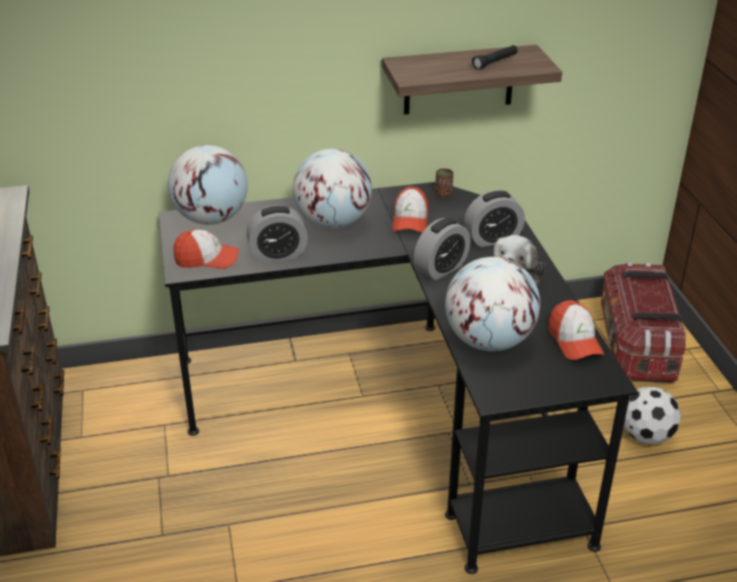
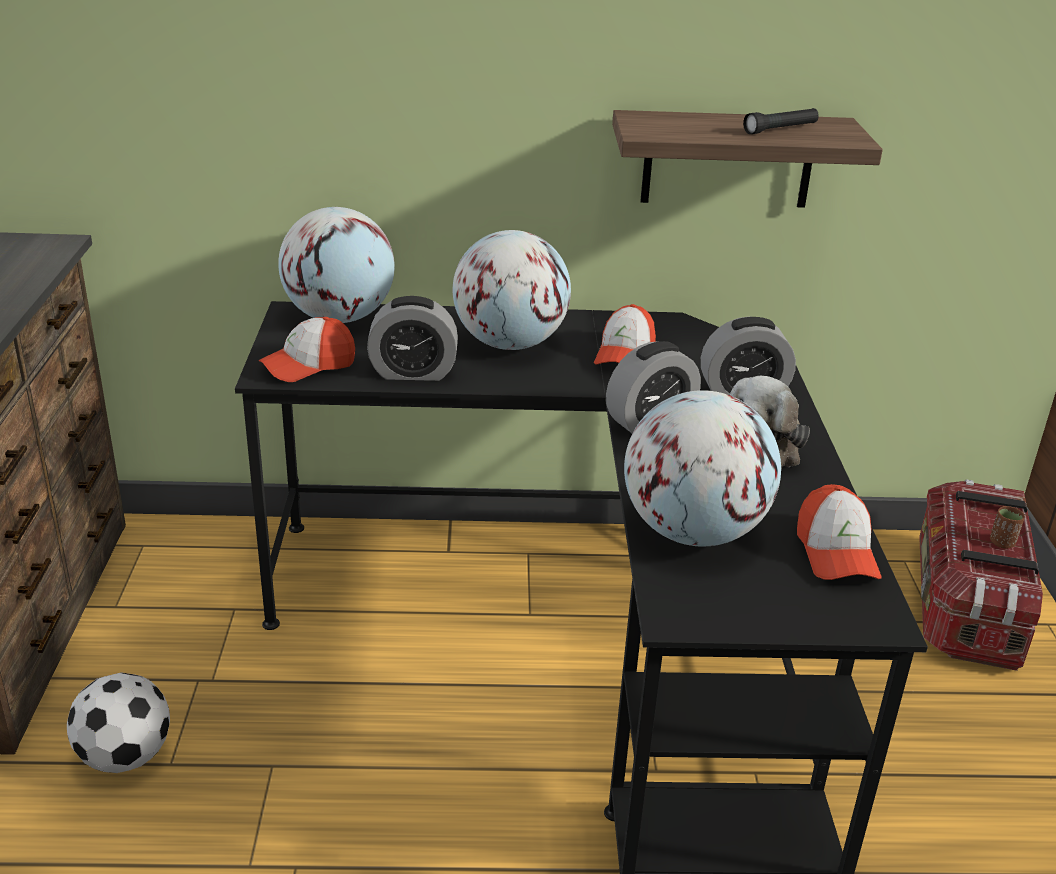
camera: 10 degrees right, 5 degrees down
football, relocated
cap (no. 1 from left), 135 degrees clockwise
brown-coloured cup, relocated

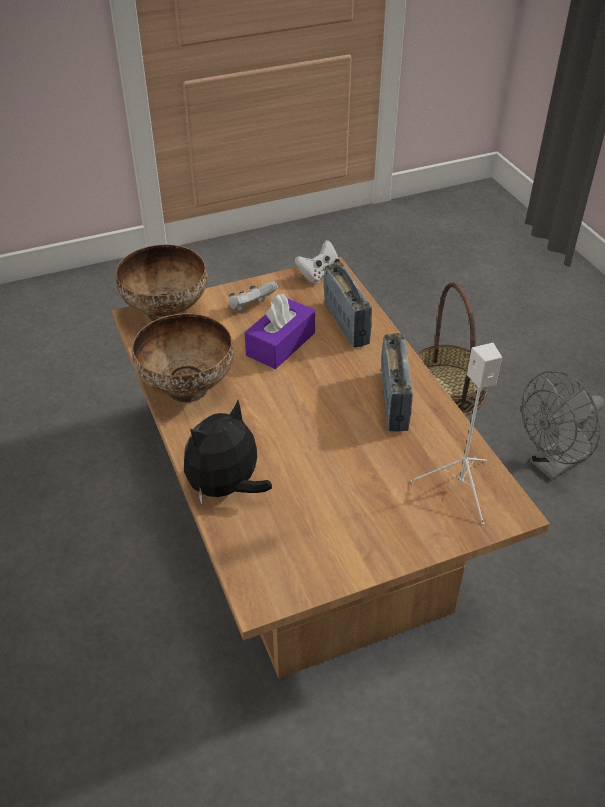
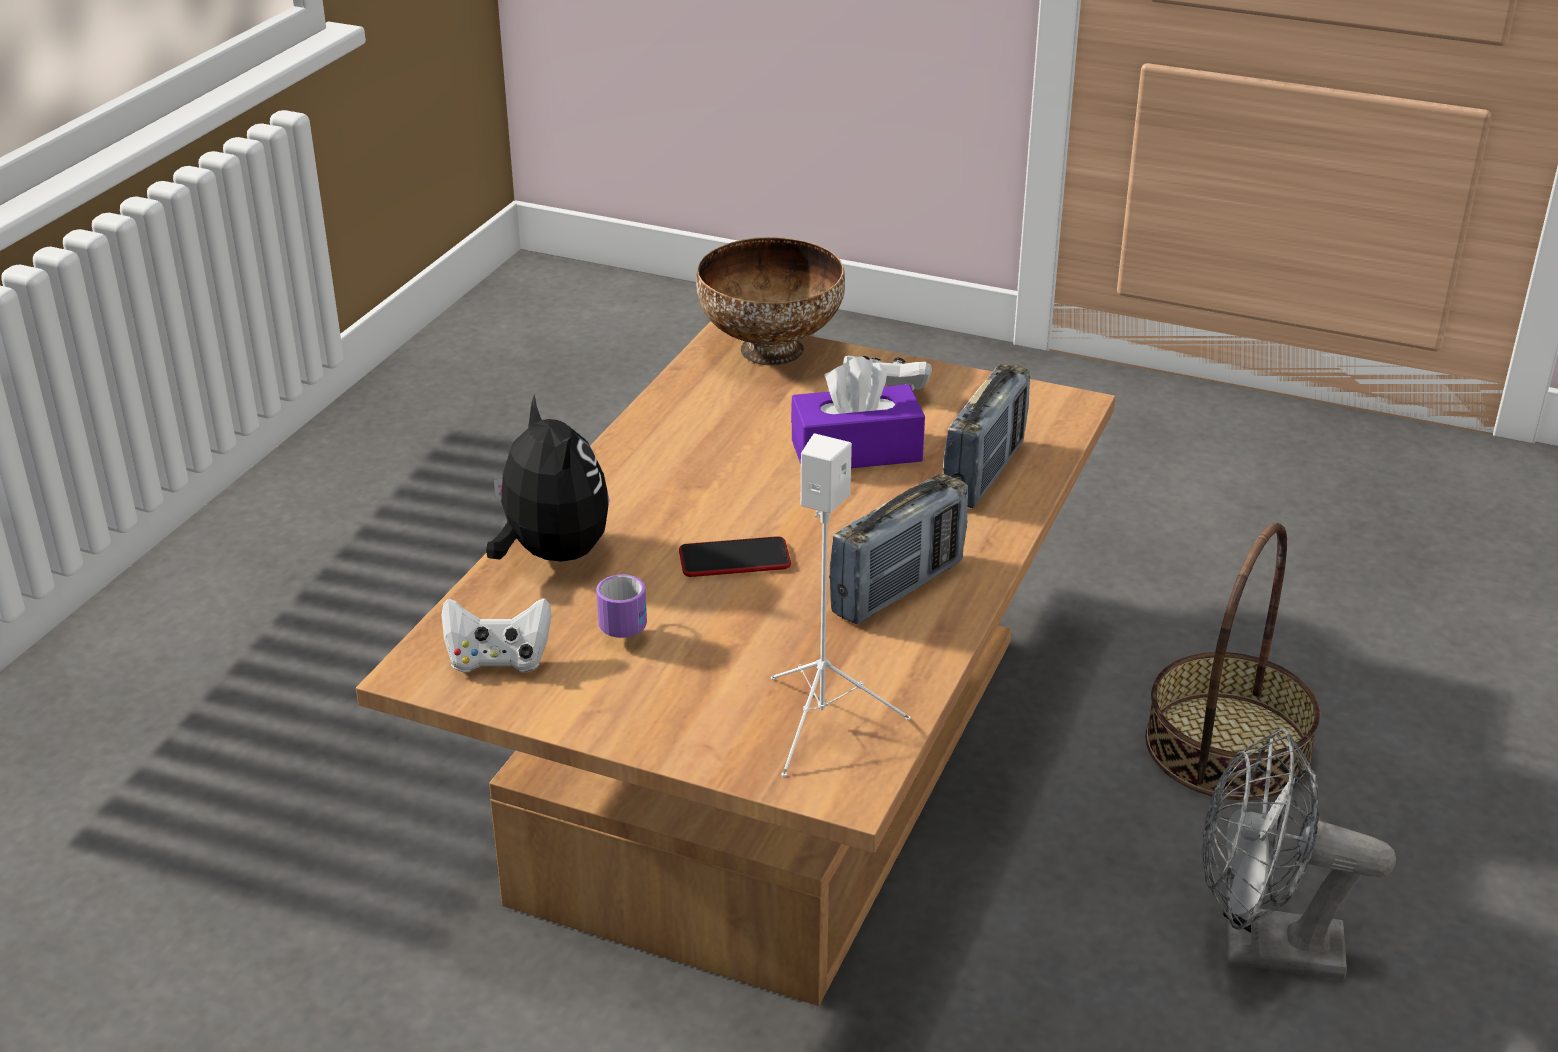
camera: 45 degrees right, 10 degrees down
white-coloured game controller (no. 2 from left in the first image) -> white-coloured game controller (no. 1 from left), relocated
plush toy, 60 degrees clockwise
none -> tea mug
none -> telephone
bowl (no. 2 from left) -> none

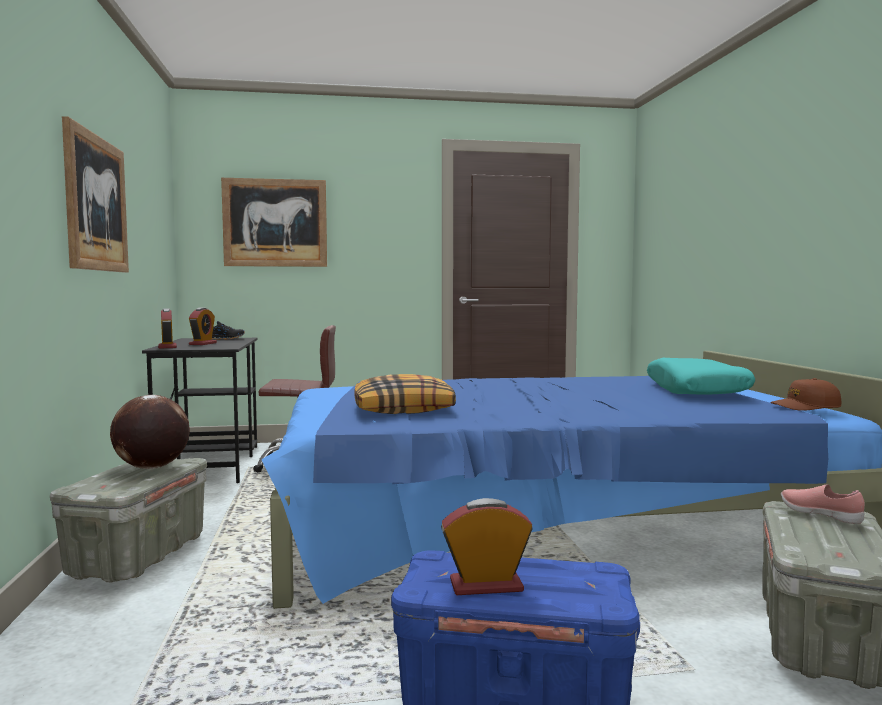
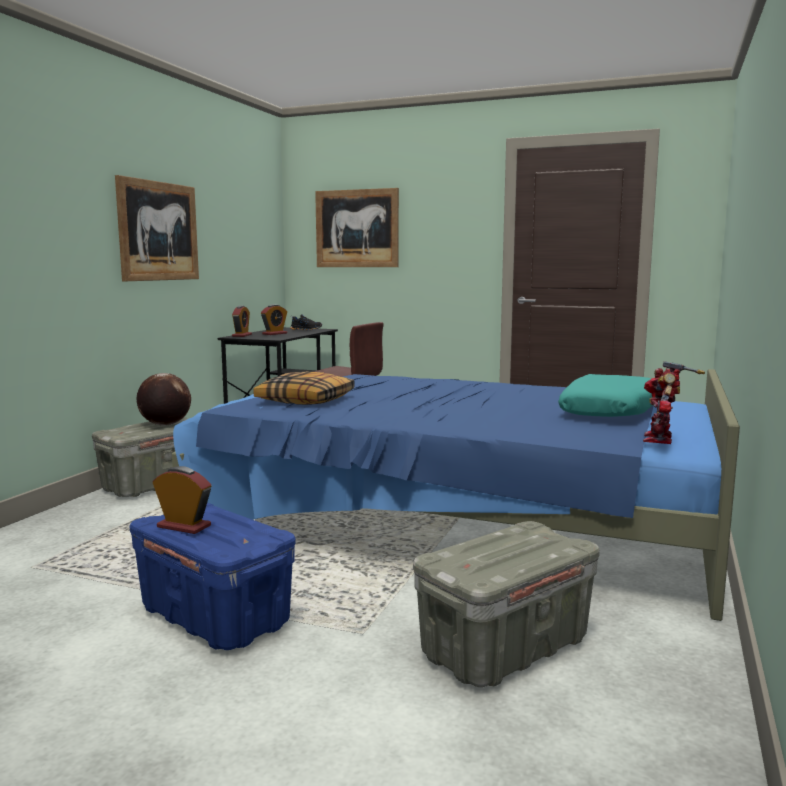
camera: 30 degrees right, 5 degrees up
brown-coloured cap -> model robot
pink low shoe -> none

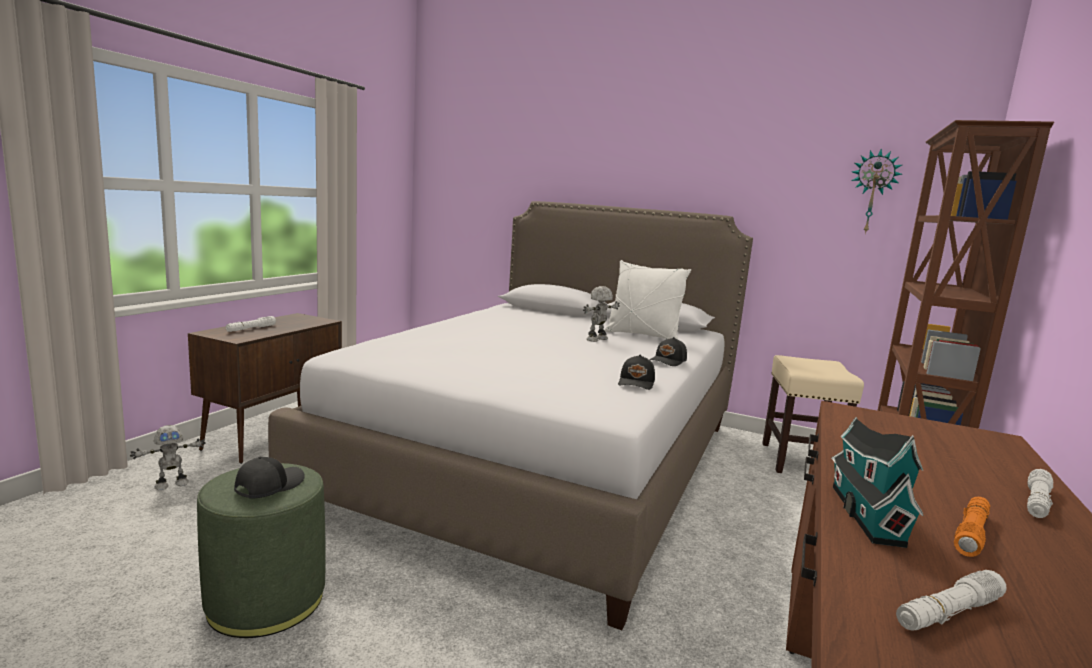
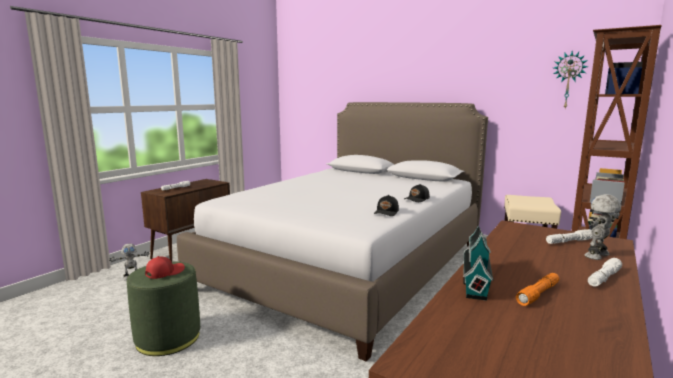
camera: 10 degrees right, 0 degrees up
black-coloured cap (no. 1 from left) -> red cap
white-coloured flashlight (no. 2 from left), relocated
model robot (no. 2 from left), relocated
white-coloured throw pillow -> none

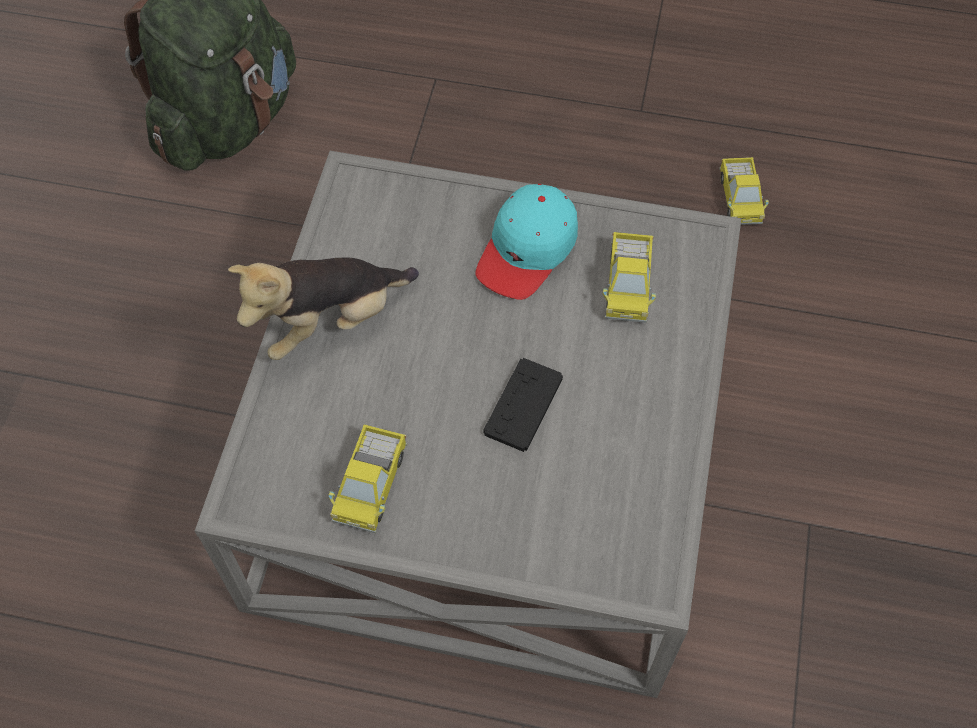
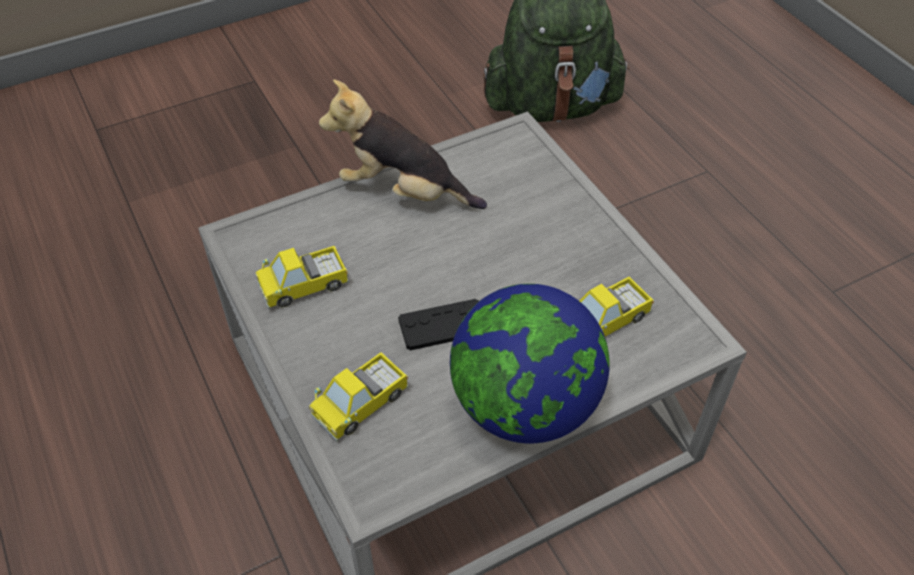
camera: 50 degrees right, 10 degrees down
toy lorry (no. 3 from left in the first image) -> toy lorry (no. 2 from left), relocated
none -> world globe
turquoise-coloured cap -> none

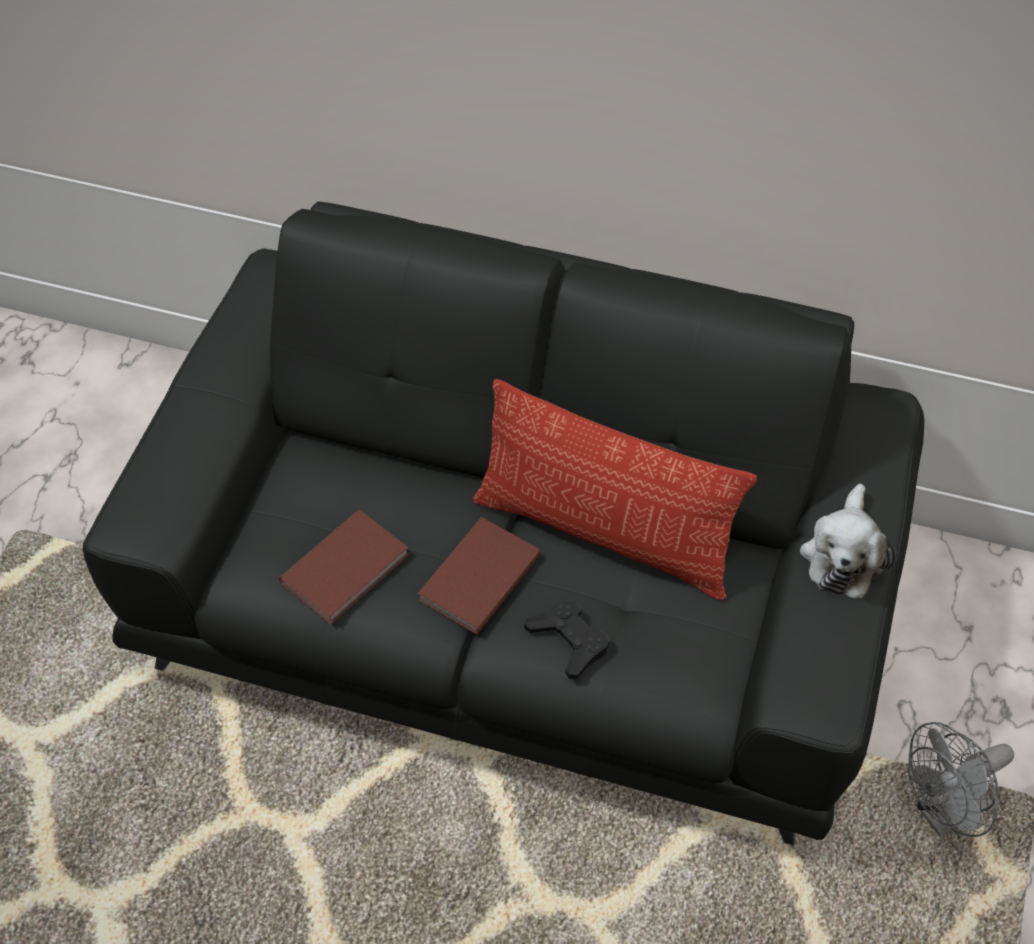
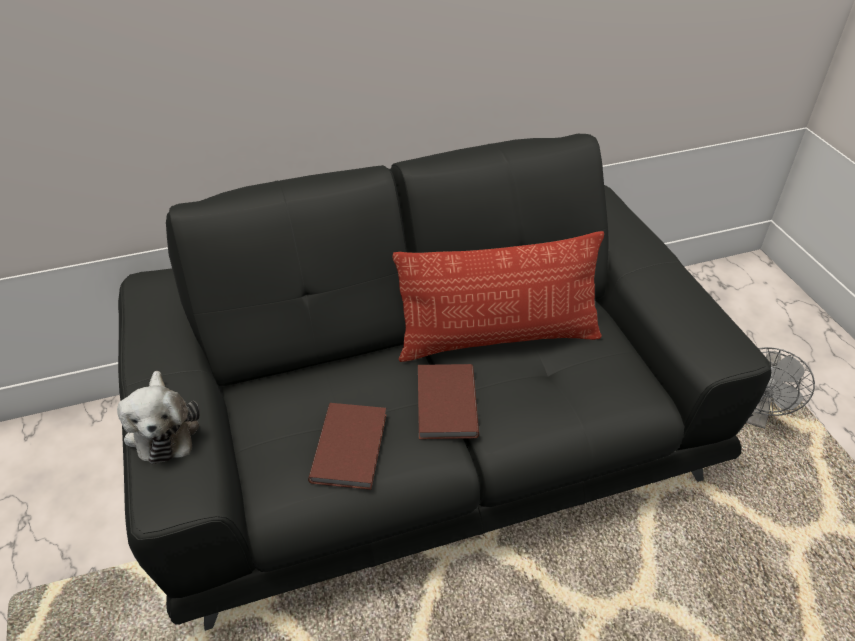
camera: 35 degrees left, 10 degrees down
plush toy, relocated
black-coloured game controller -> none

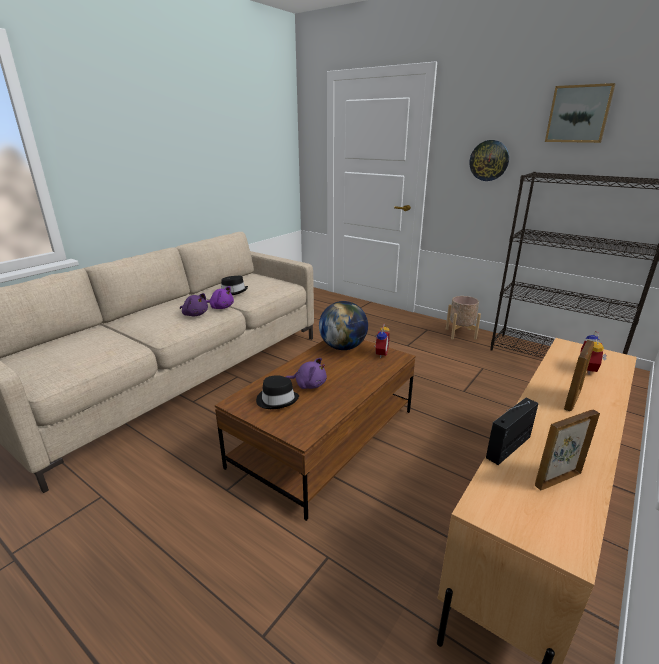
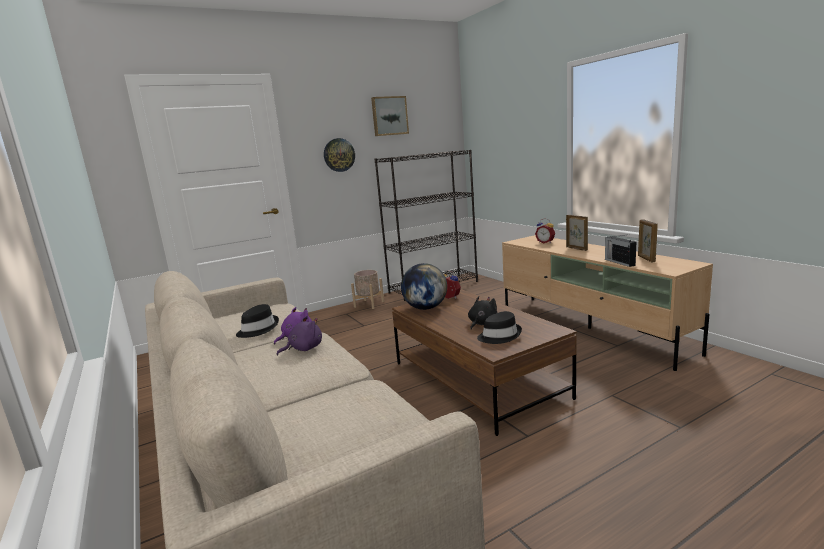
camera: 65 degrees left, 10 degrees down
purple-coloured plush toy (no. 3 from left) -> black-coloured plush toy

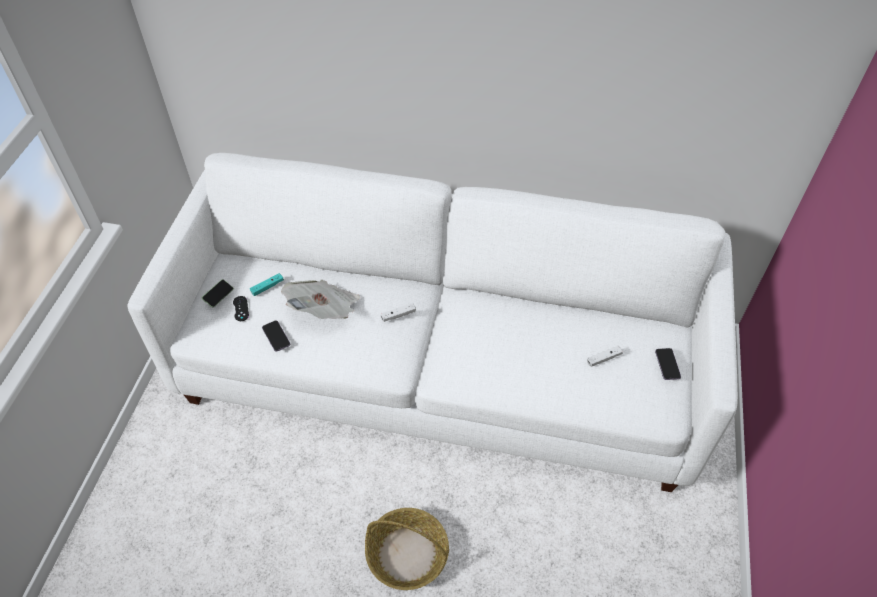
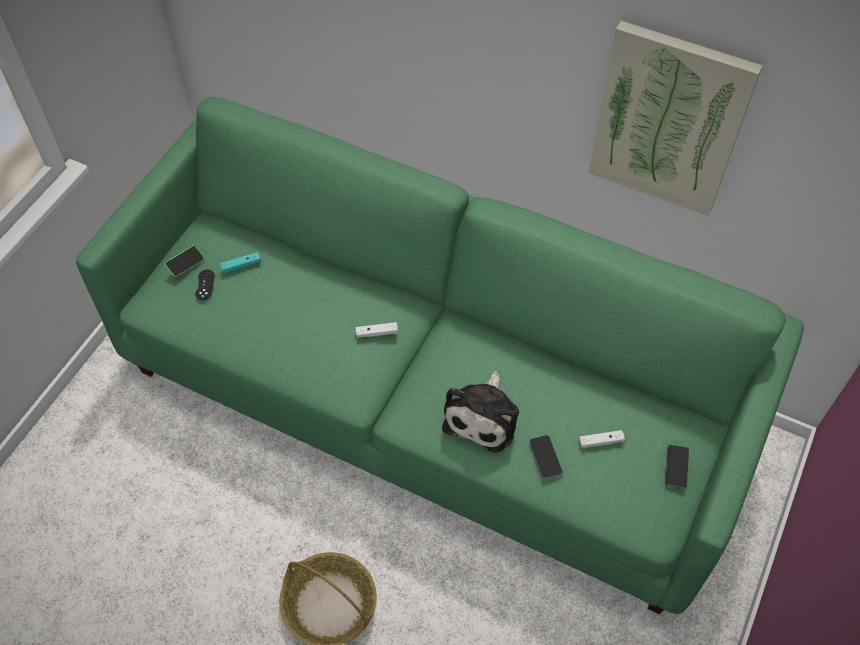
camera: 15 degrees right, 5 degrees up
white-coloured couch -> green-coloured couch
none -> plush toy
telephone (no. 2 from left), relocated
none -> picture
daily paper -> none

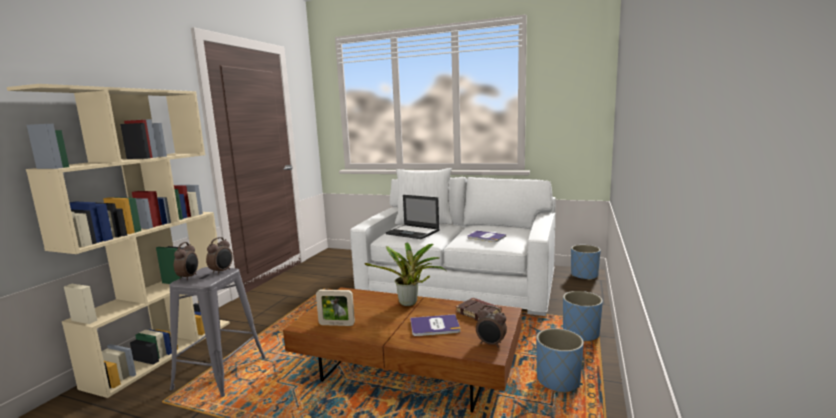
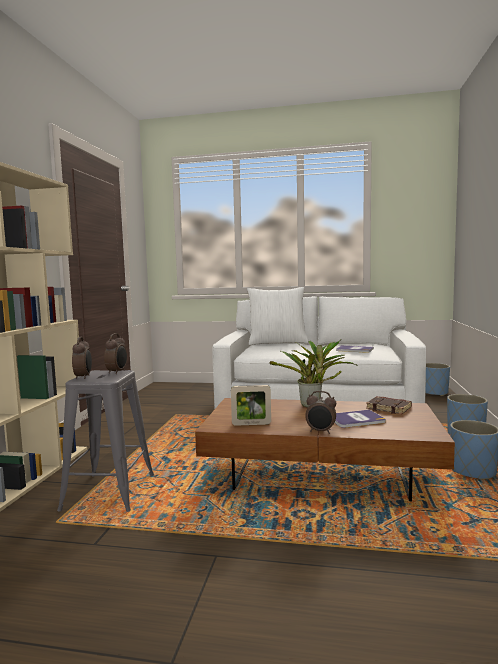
camera: 10 degrees left, 5 degrees down
table clock (no. 3 from left), relocated
portable computer -> none

